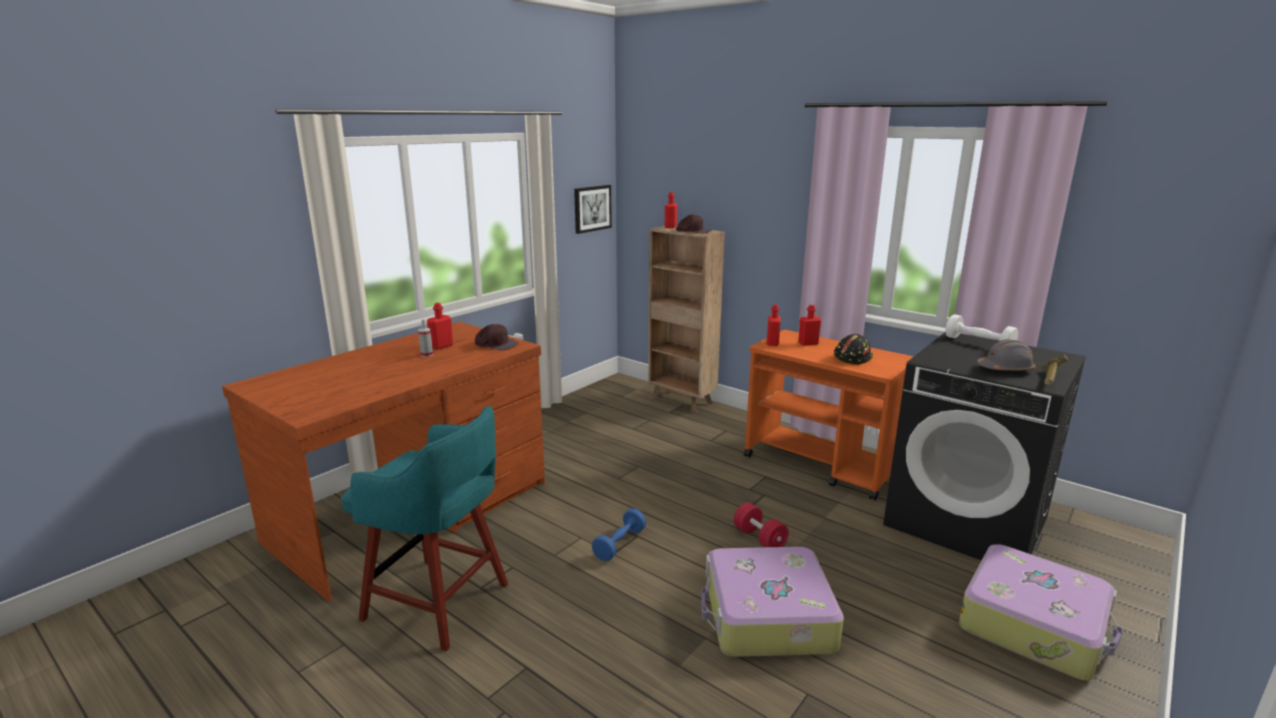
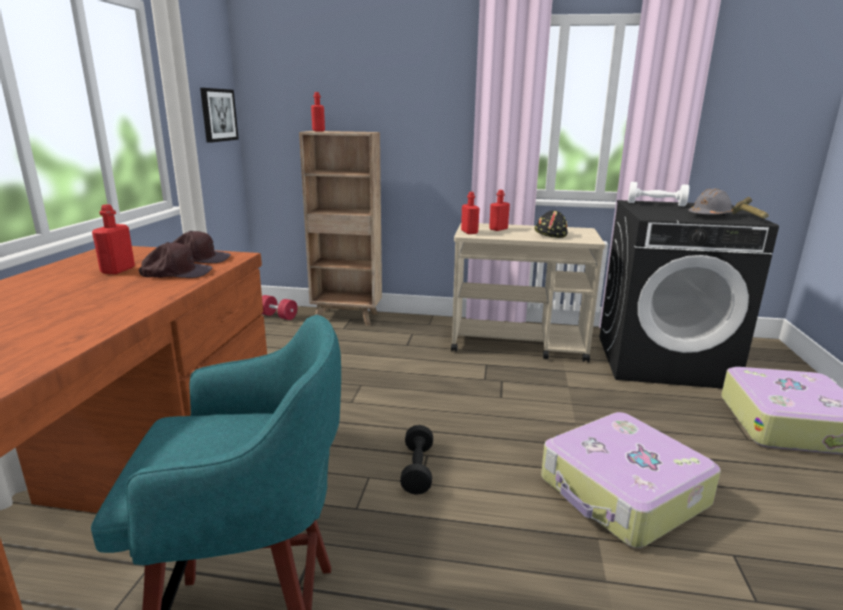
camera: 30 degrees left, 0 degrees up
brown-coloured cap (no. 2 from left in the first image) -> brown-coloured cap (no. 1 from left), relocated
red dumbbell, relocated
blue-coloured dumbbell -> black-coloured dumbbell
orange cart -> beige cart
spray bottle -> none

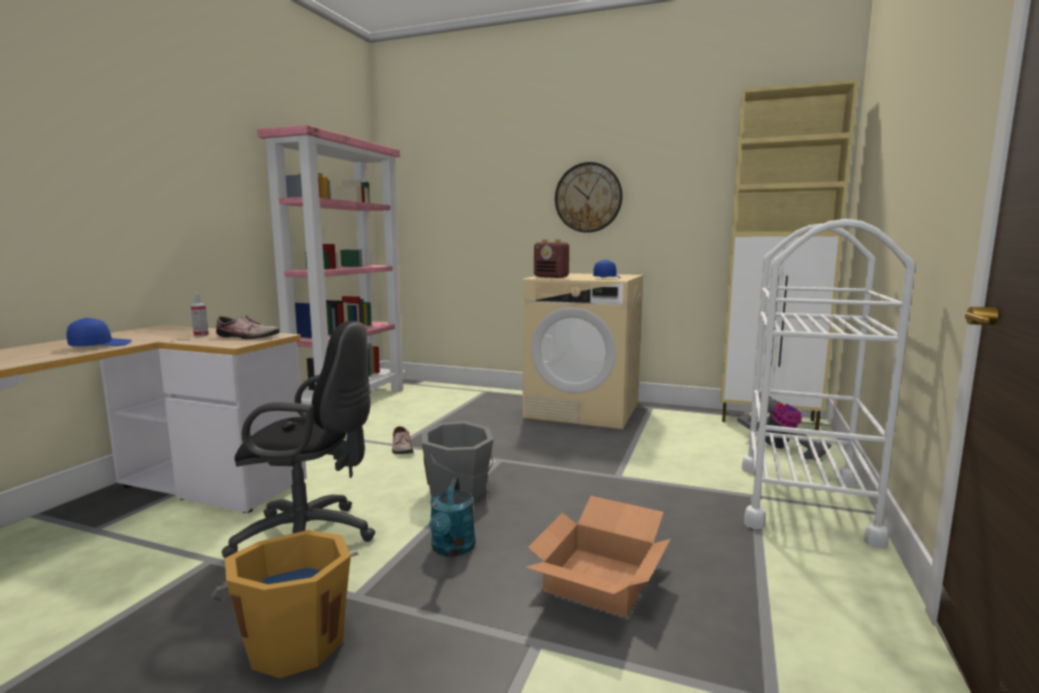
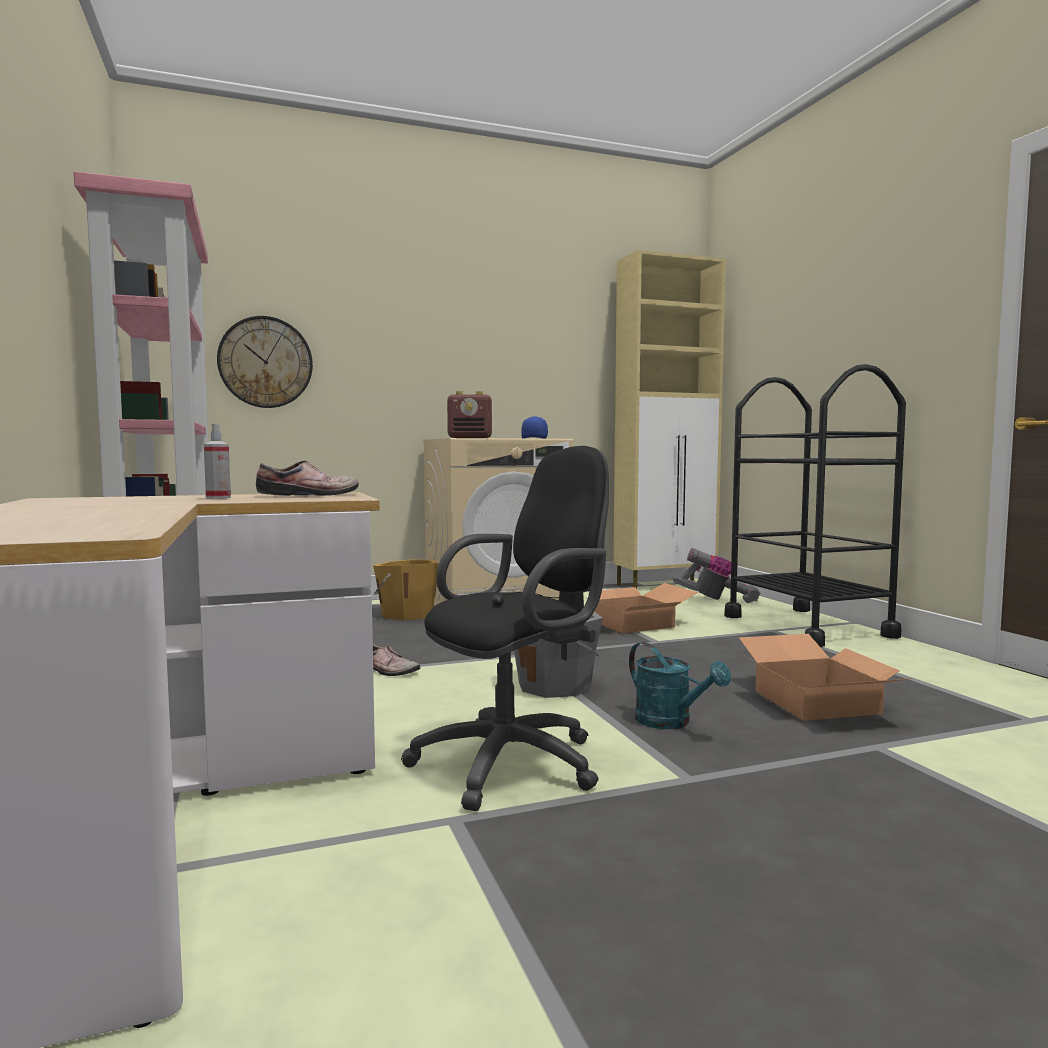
camera: 40 degrees left, 5 degrees down
clock on the wall, relocated
orange pail, relocated
none -> cardboard box (no. 1 from left)
white-coloured cart -> black-coloured cart
blue-coloured cap (no. 1 from left) -> none

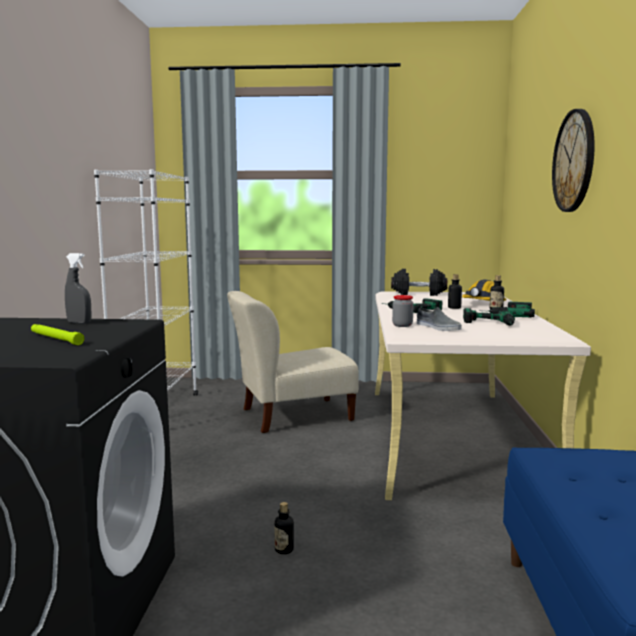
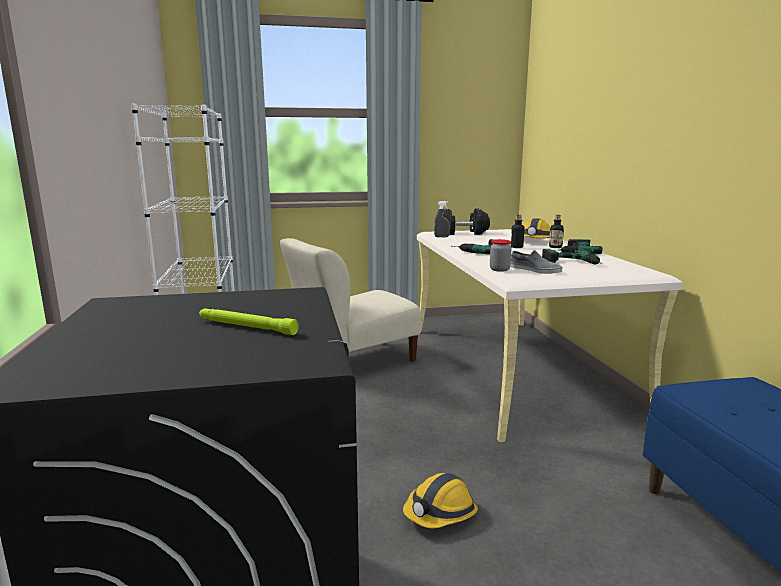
camera: 15 degrees left, 5 degrees up
beverage bottle (no. 1 from left) -> work helmet (no. 1 from left)
gray spray bottle, relocated
clock on the wall -> none

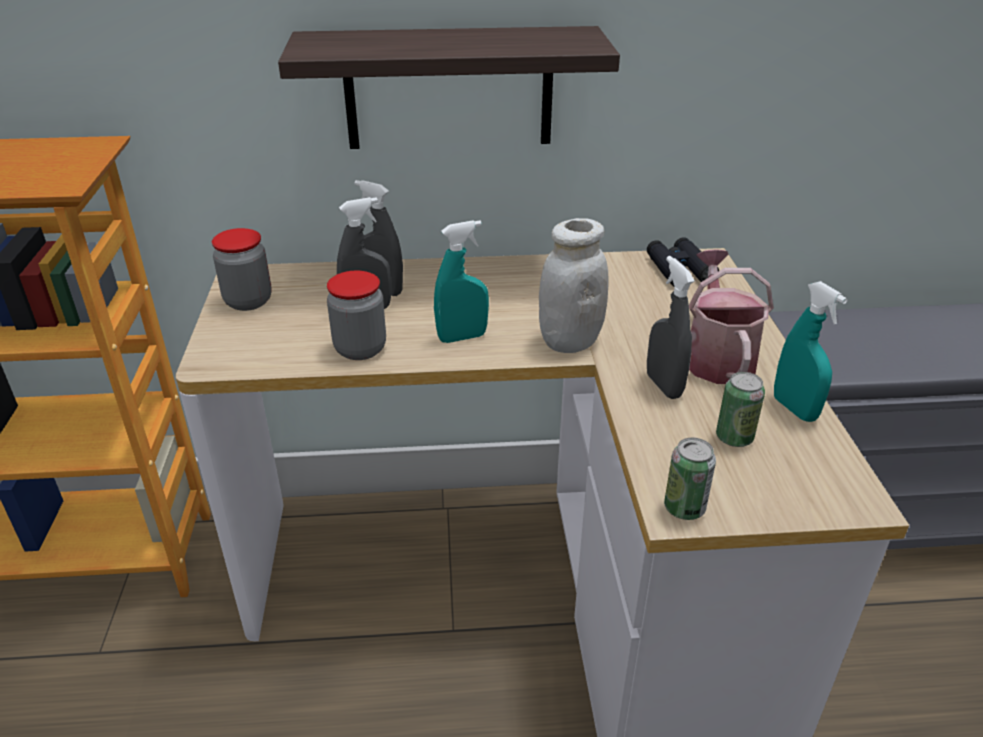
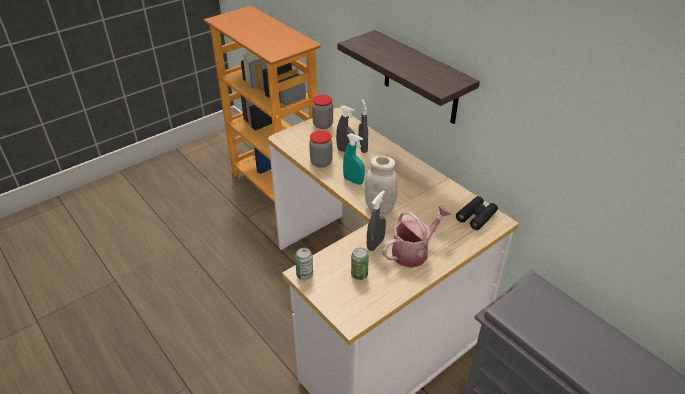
camera: 55 degrees right, 5 degrees up
turquoise-coloured spray bottle (no. 2 from left) -> none

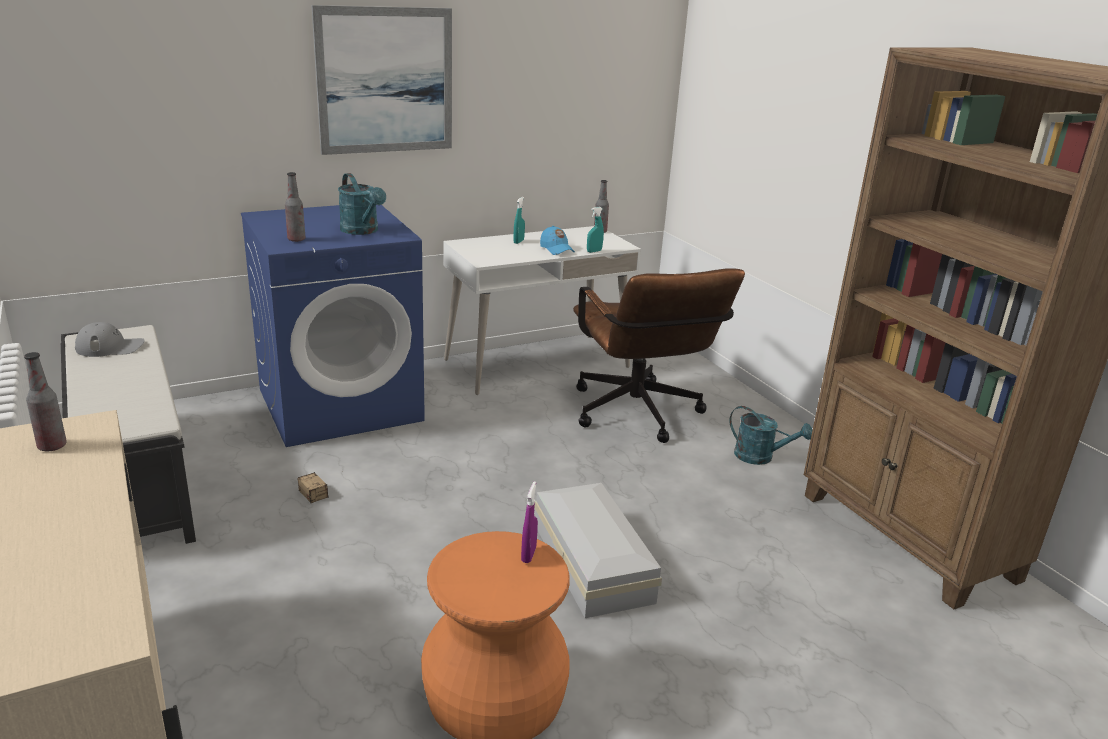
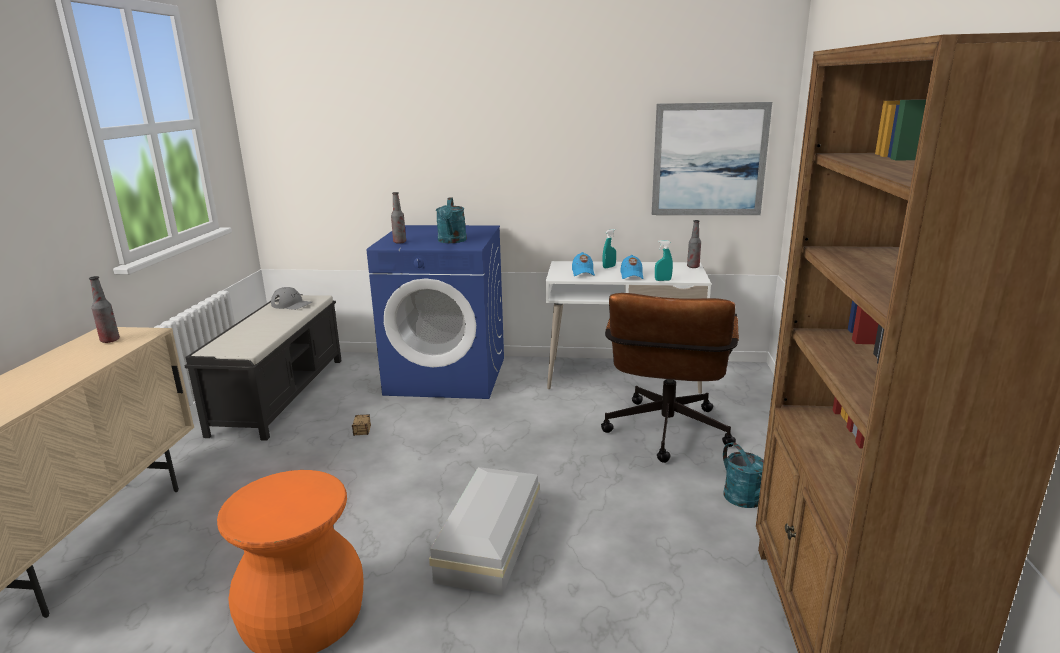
camera: 35 degrees right, 5 degrees down
none -> blue-coloured cap (no. 1 from left)
picture, relocated
purple-coloured spray bottle -> none

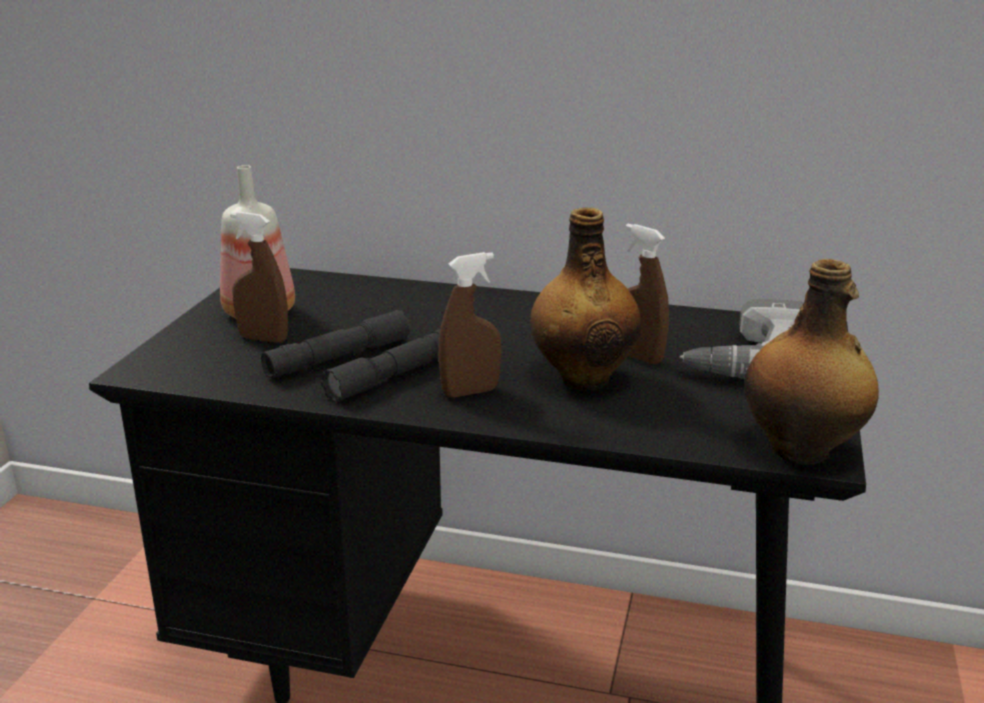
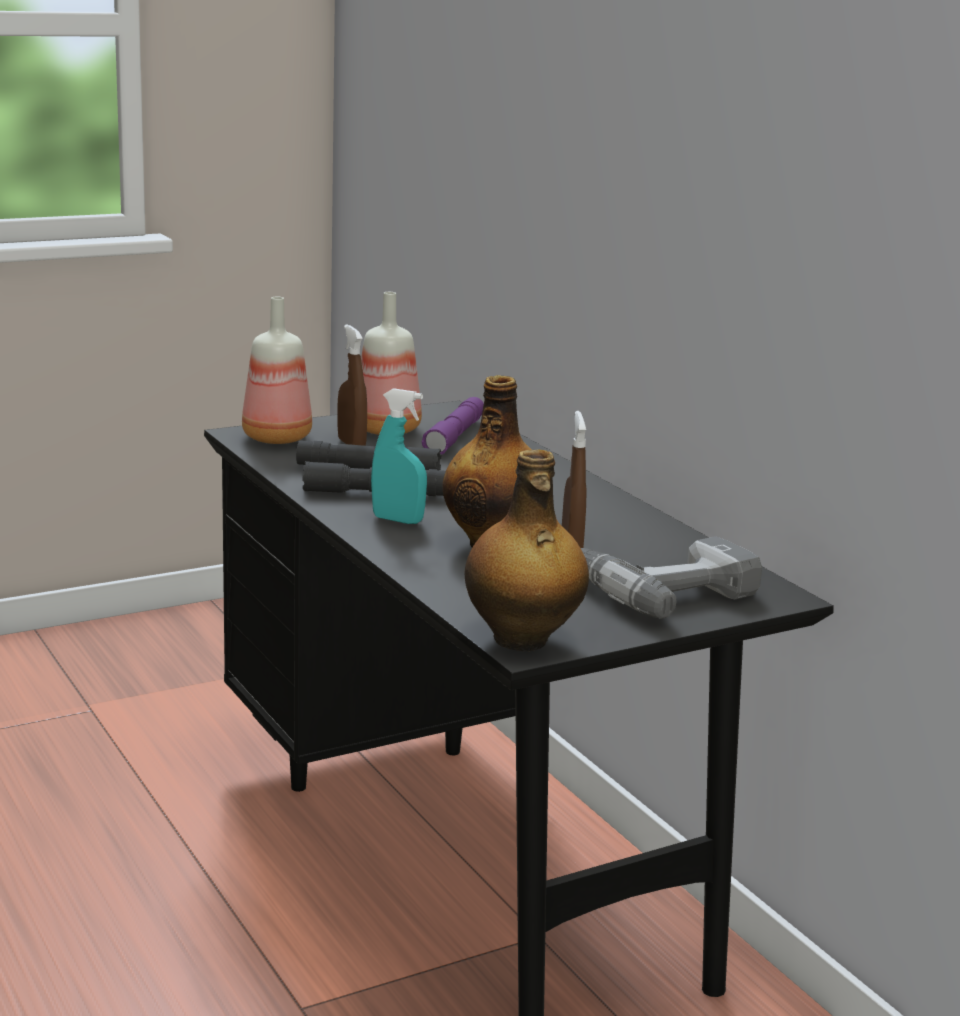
camera: 45 degrees right, 5 degrees down
none -> beverage bottle (no. 1 from left)
brown-coloured spray bottle (no. 2 from left) -> turquoise-coloured spray bottle
none -> purple-coloured flashlight

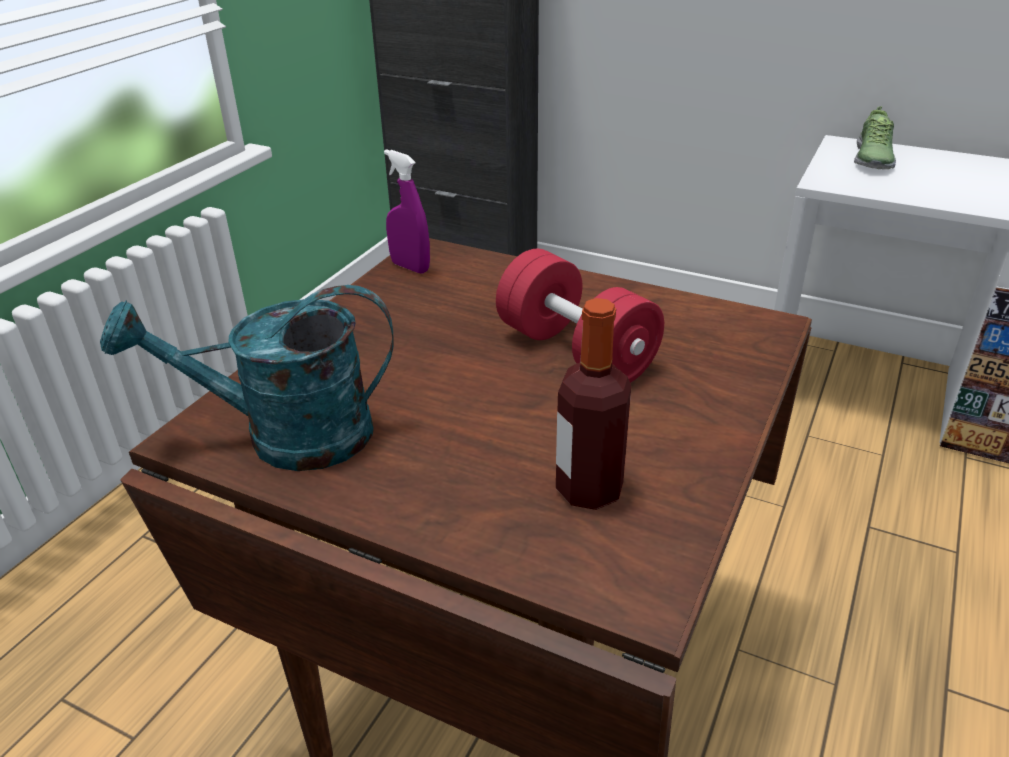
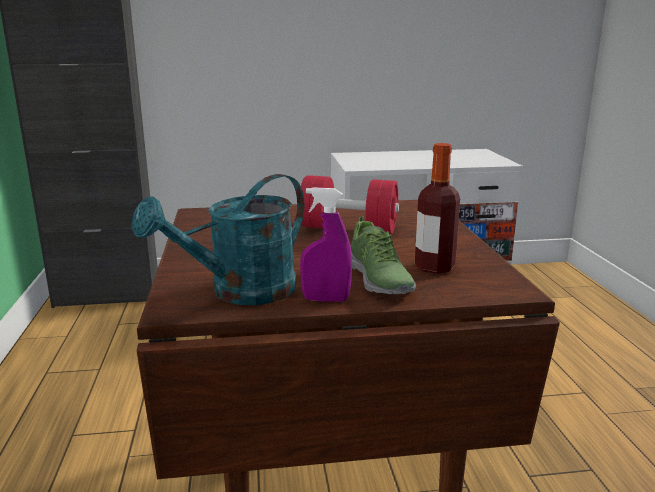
camera: 35 degrees left, 15 degrees down
purple-coloured spray bottle, relocated
low shoe, relocated

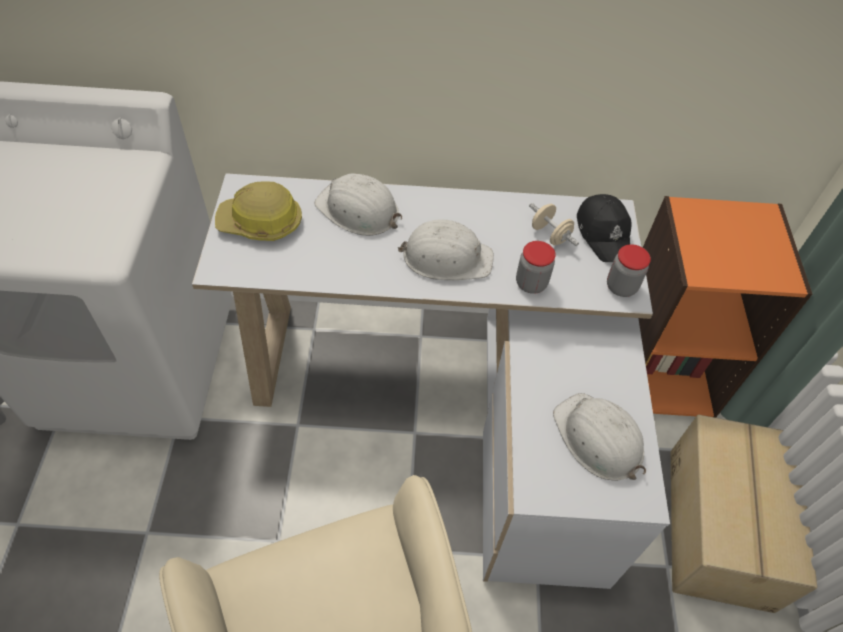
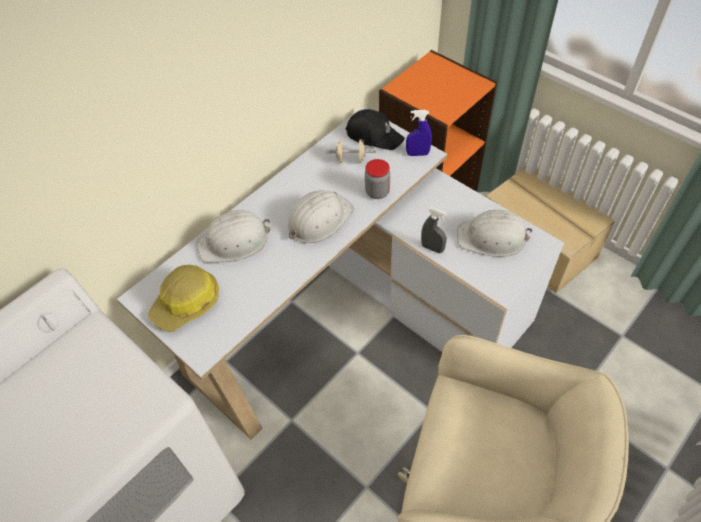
camera: 45 degrees left, 0 degrees up
jar (no. 2 from left) -> blue-coloured spray bottle
none -> gray spray bottle

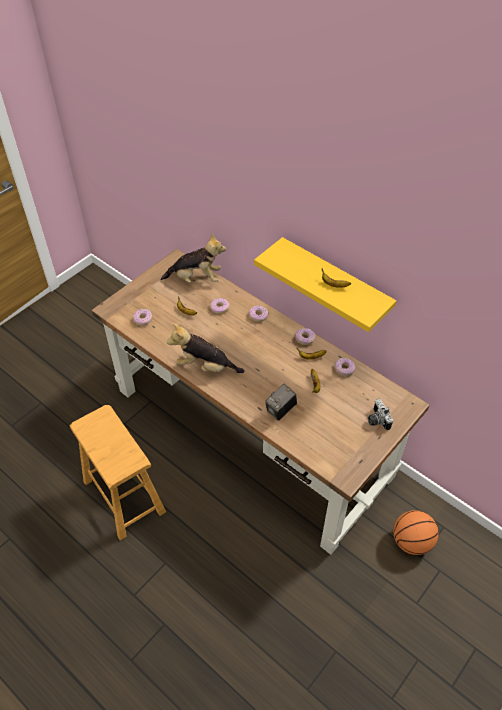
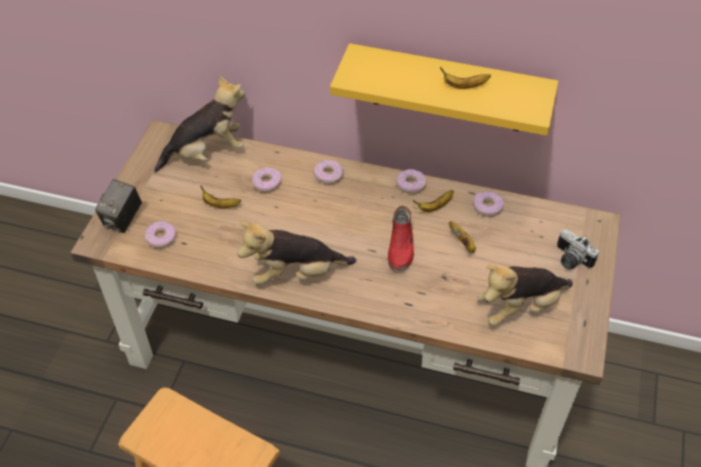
camera: 25 degrees left, 0 degrees up
still camera (no. 1 from left), relocated
none -> red low shoe
none -> plush toy (no. 3 from left)
basketball -> none

